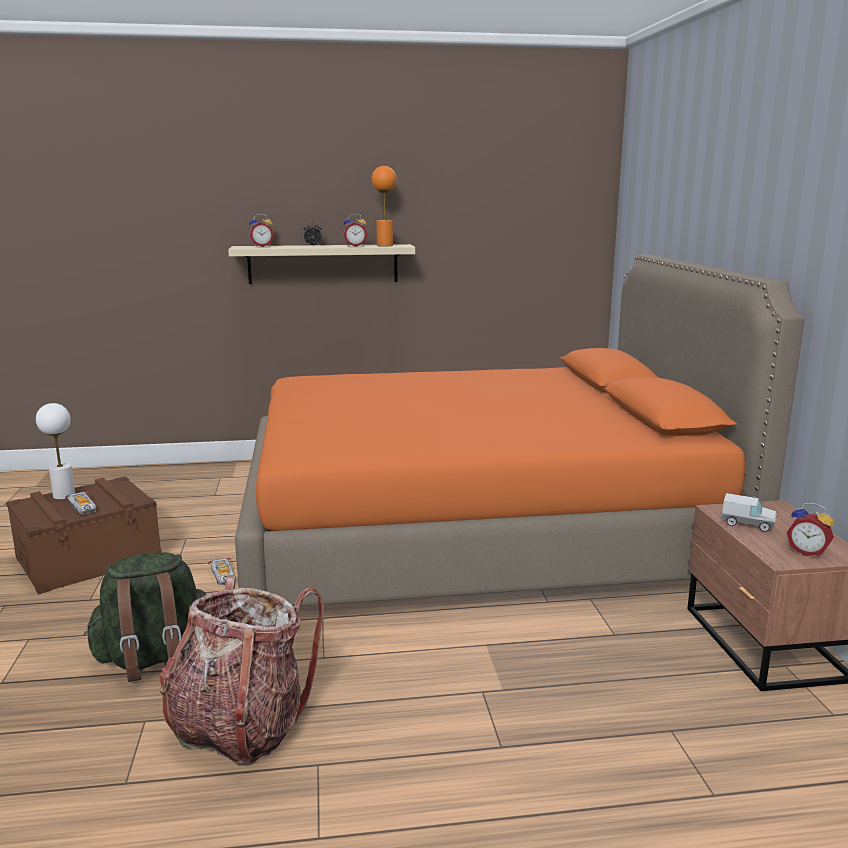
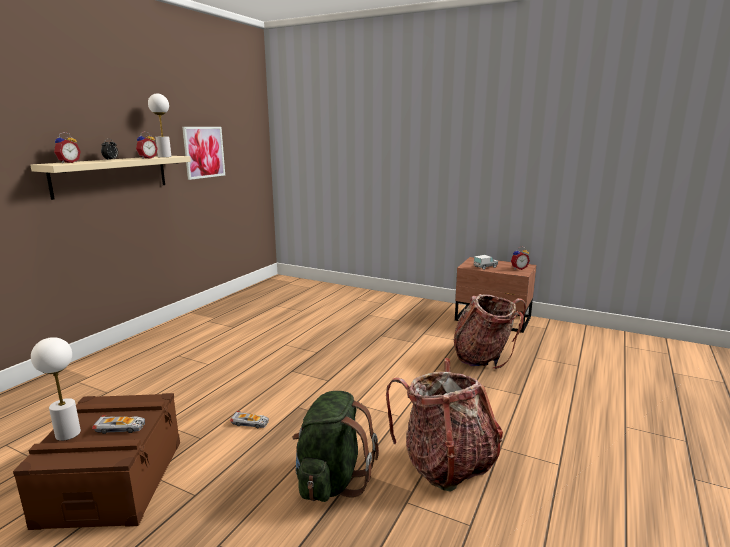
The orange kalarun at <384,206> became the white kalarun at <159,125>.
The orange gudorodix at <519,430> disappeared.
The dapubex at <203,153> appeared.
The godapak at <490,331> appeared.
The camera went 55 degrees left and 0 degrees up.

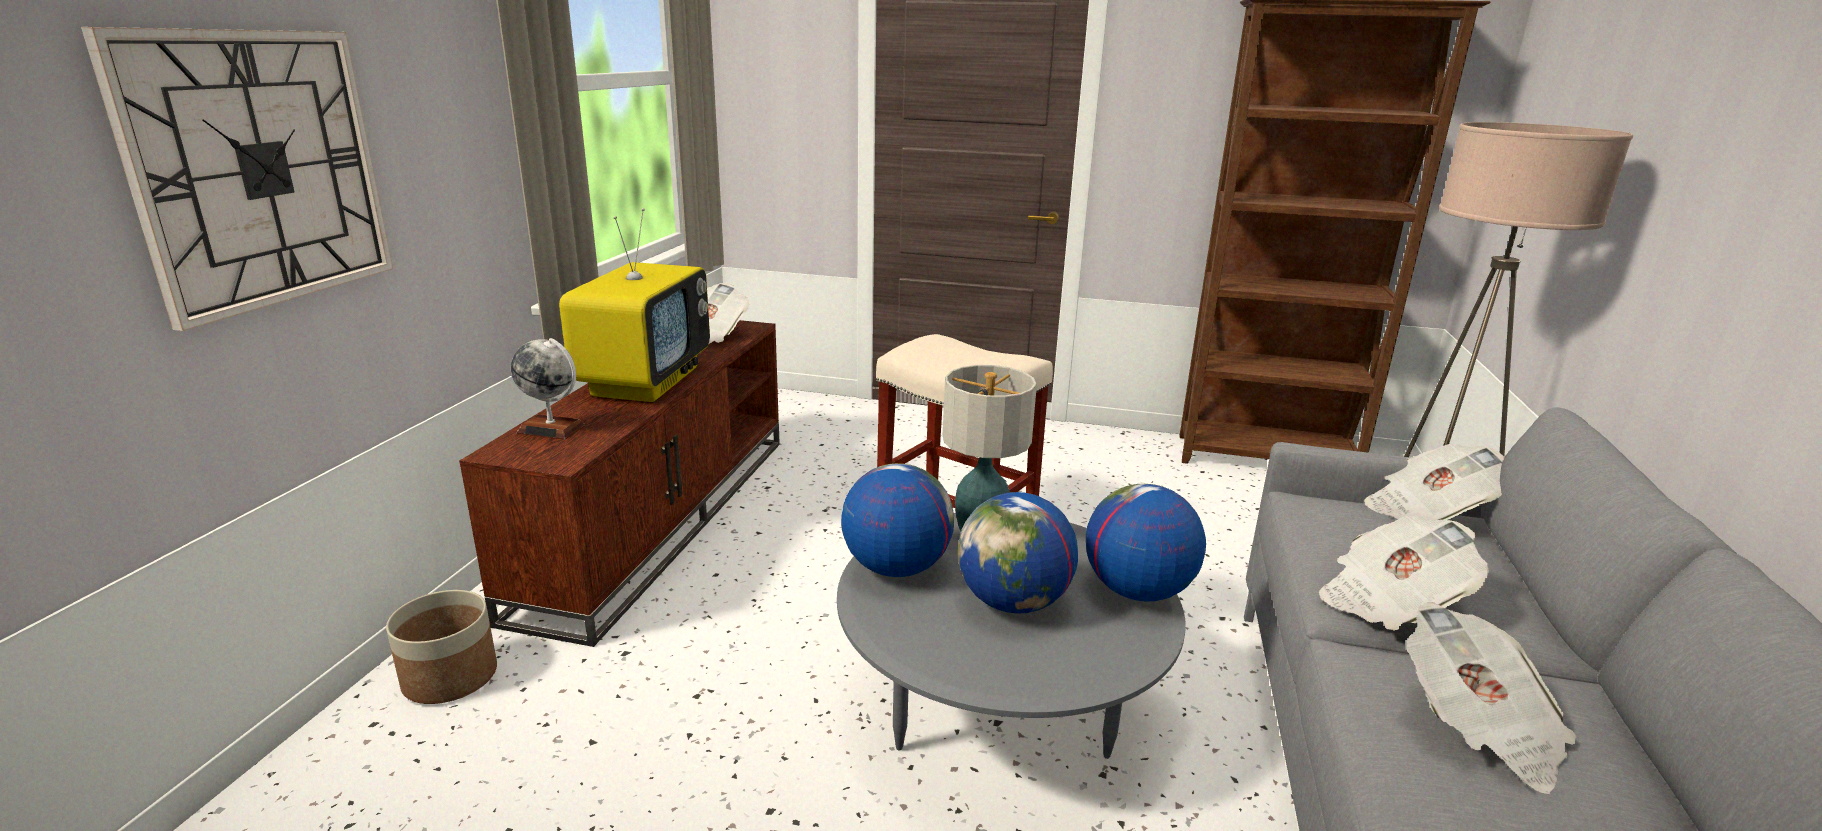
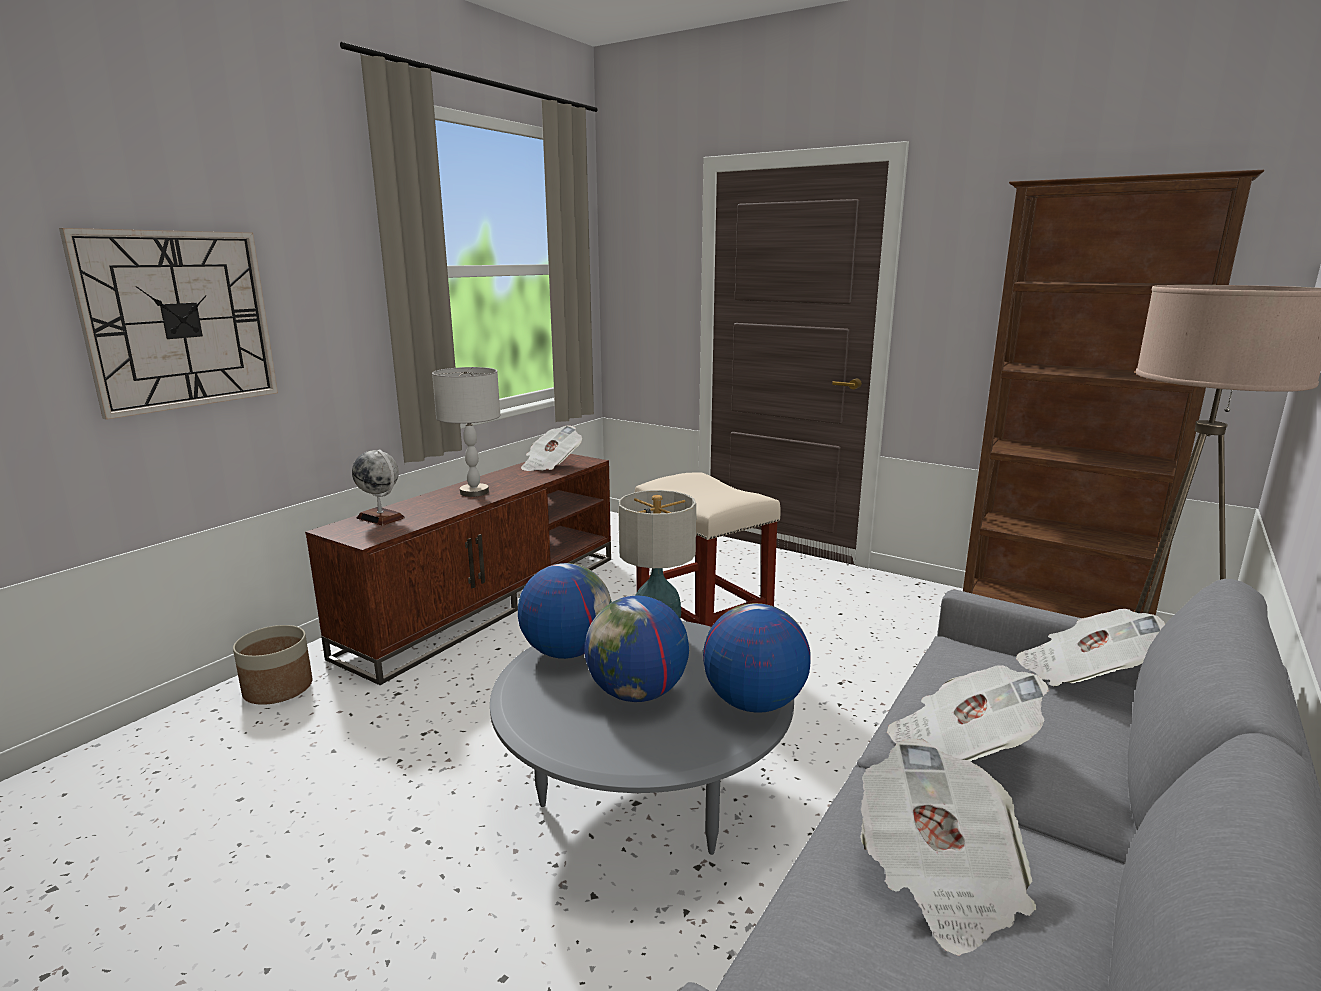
The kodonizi at <634,305> was replaced by the grey kalarun at <466,432>.
The camera went 20 degrees right and 5 degrees down.

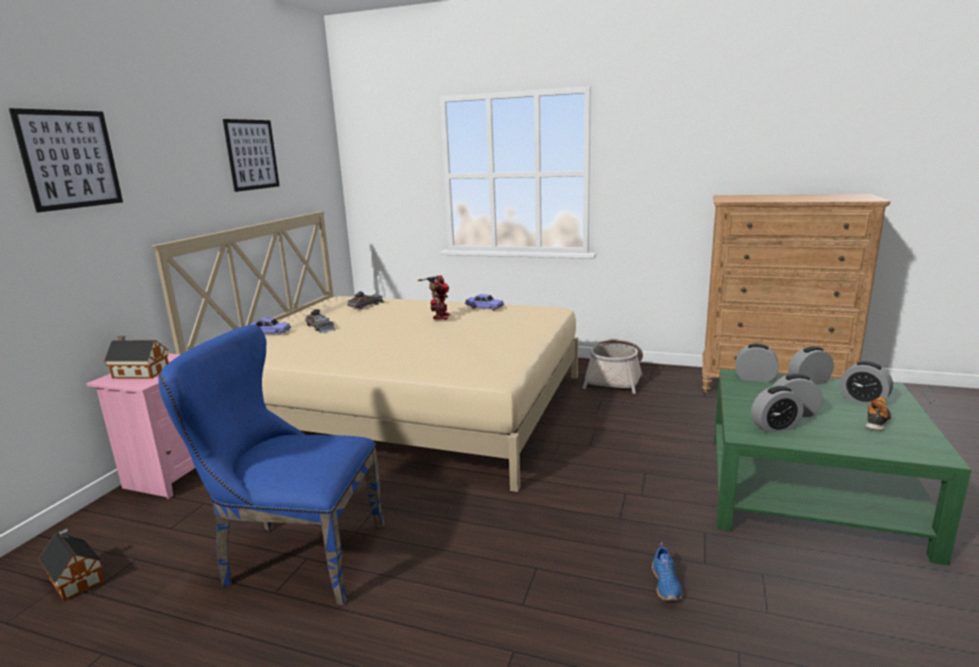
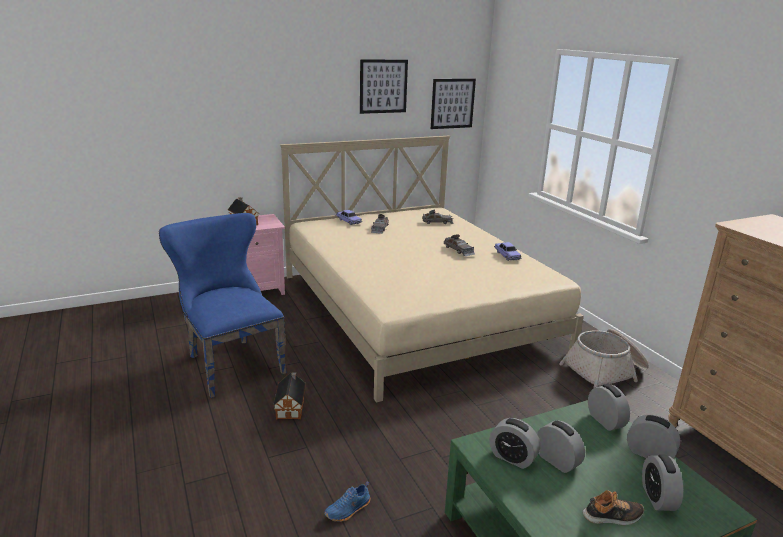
The dapubex moved from <66,160> to <453,104>.
The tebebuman at <434,297> was replaced by the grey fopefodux at <459,245>.
The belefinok moved from <71,565> to <289,395>.
The camera went 45 degrees right and 5 degrees up.

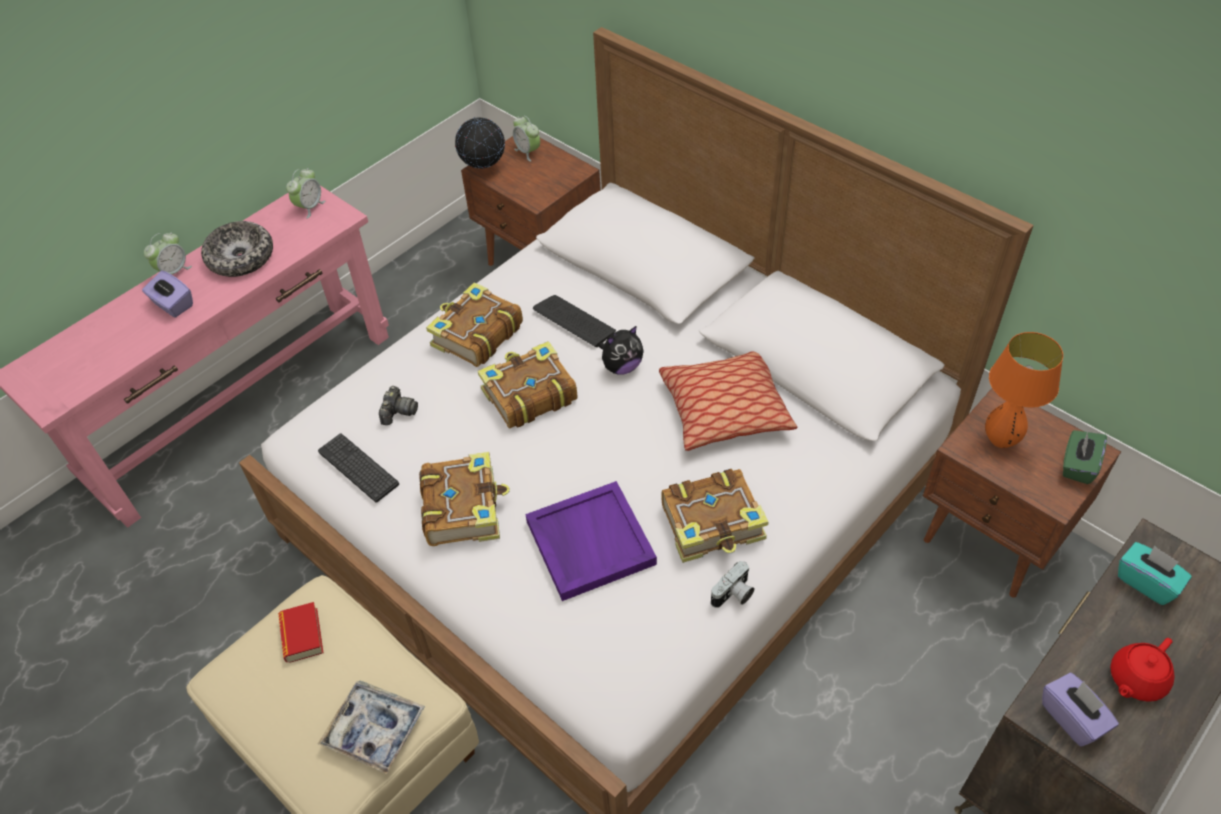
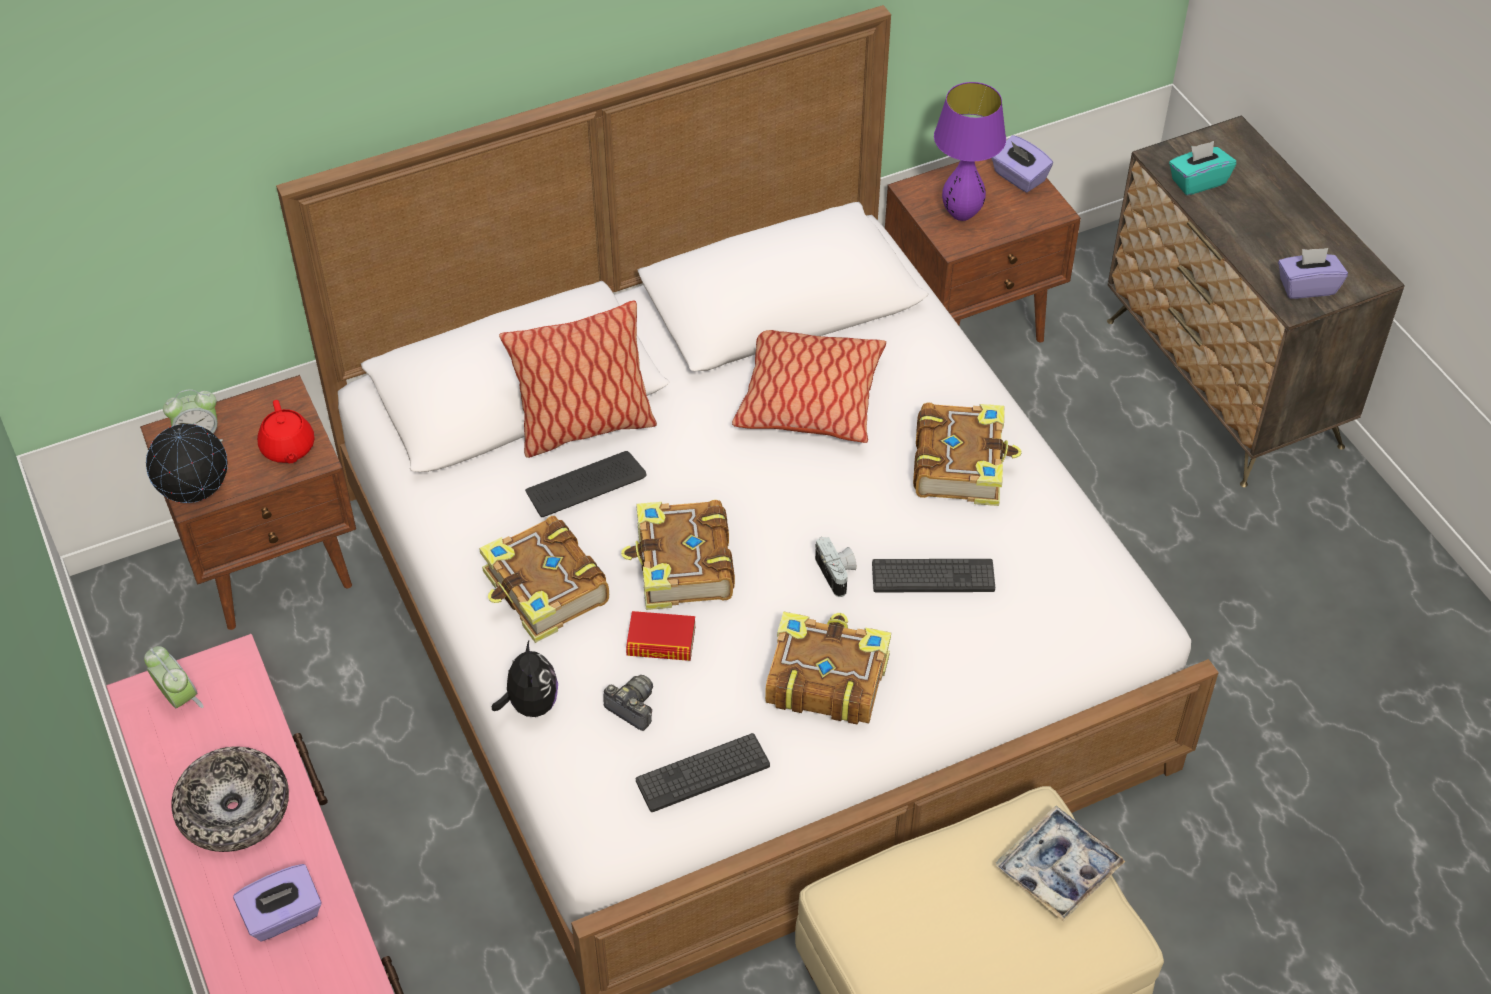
The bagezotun at <168,253> disappeared.
The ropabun moved from <621,350> to <525,679>.
The orange kalarun at <1024,390> became the purple kalarun at <970,151>.
The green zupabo at <1085,457> became the purple zupabo at <1022,164>.
The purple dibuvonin at <591,541> was replaced by the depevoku at <933,575>.
The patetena moved from <733,584> to <836,567>.
The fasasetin moved from <300,632> to <661,636>.
The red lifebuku moved from <1142,670> to <285,431>.
The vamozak at <578,379> appeared.
The camera went 70 degrees left and 0 degrees up.

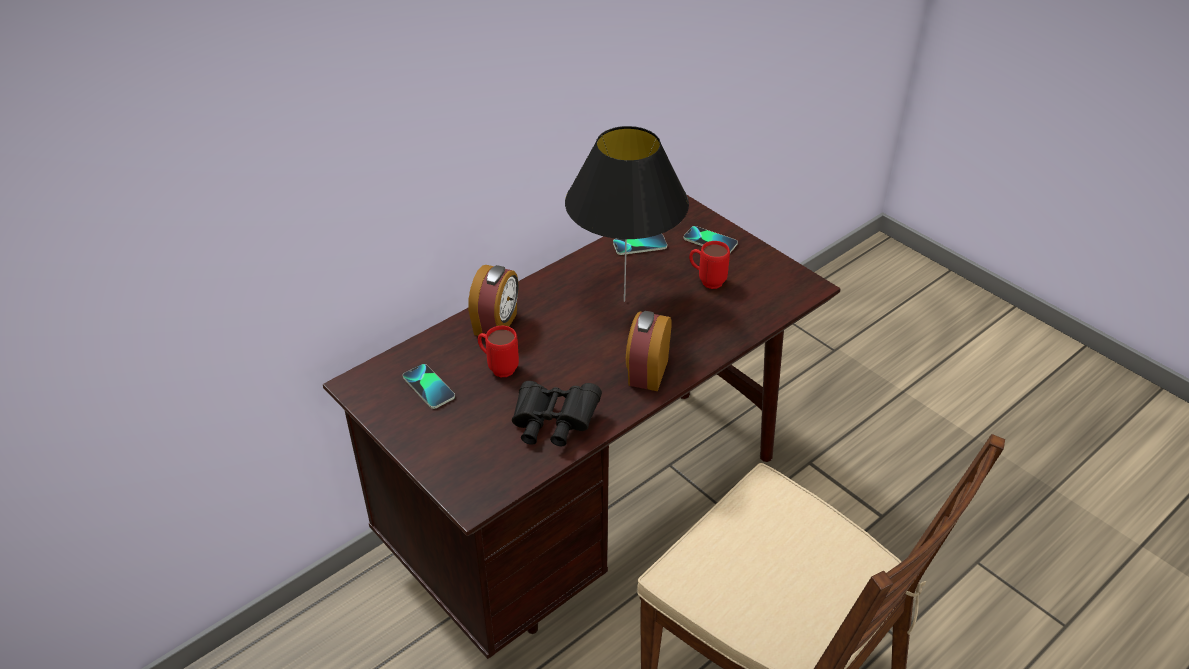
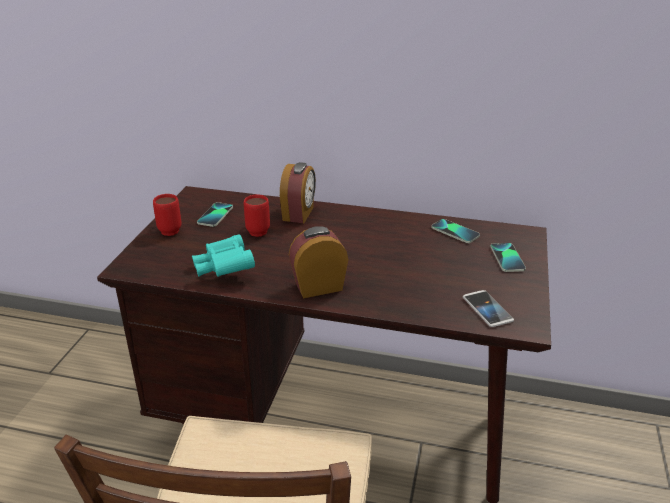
The black kalarun at <627,214> disappeared.
The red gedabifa moved from <709,265> to <167,215>.
The bagezotun at <493,300> turned 60 degrees counterclockwise.
The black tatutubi at <557,413> became the turquoise tatutubi at <223,255>.
The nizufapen at <488,308> appeared.
The camera went 55 degrees right and 10 degrees down.

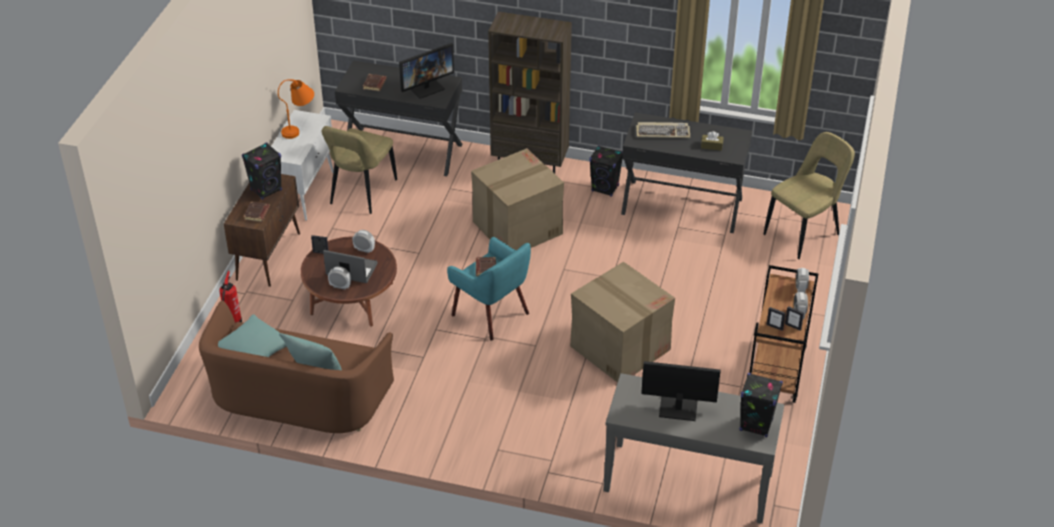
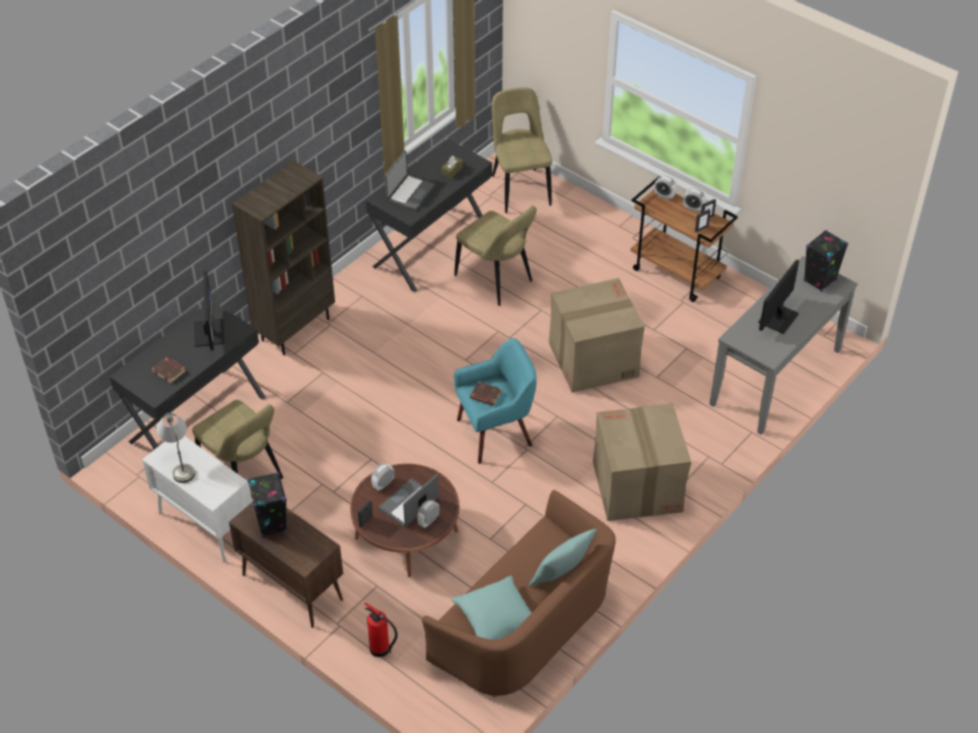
The orange kalarun at <296,109> became the grey kalarun at <175,448>.
The depevoku at <663,130> was replaced by the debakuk at <410,180>.
The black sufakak at <606,171> disappeared.
The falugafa moved from <517,199> to <642,462>.
The brown fasasetin at <257,212> disappeared.
The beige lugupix at <495,256> appeared.
The camera went 65 degrees left and 5 degrees up.

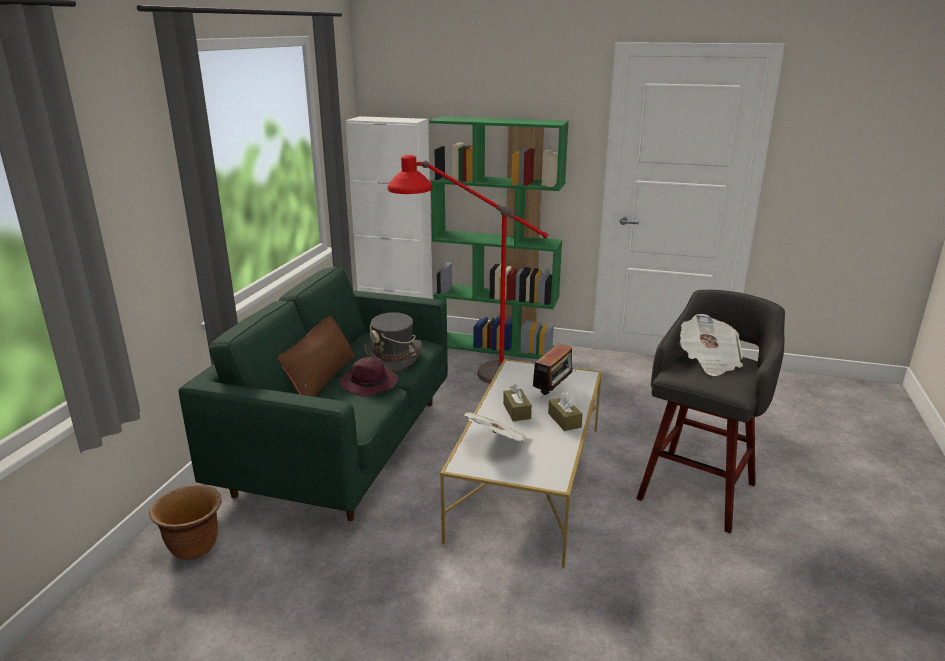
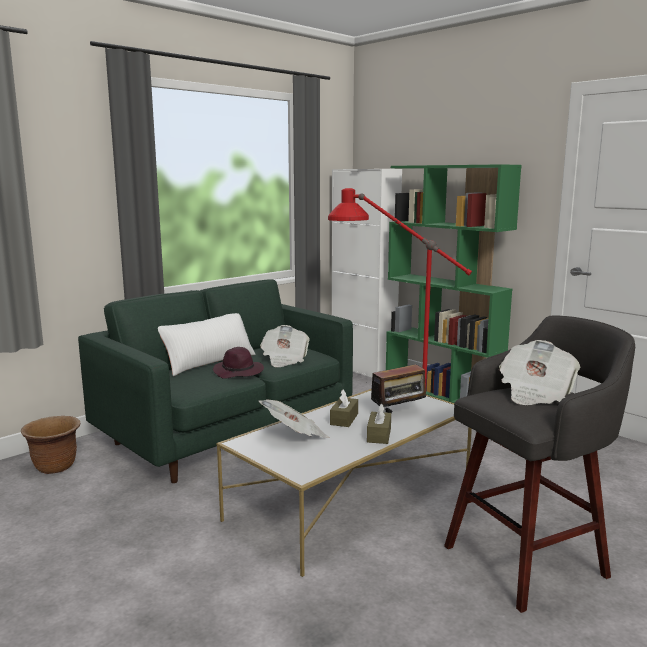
The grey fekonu at <393,341> was replaced by the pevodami at <285,346>.
The brown vamozak at <317,356> became the white vamozak at <206,344>.
The camera went 30 degrees right and 10 degrees down.

